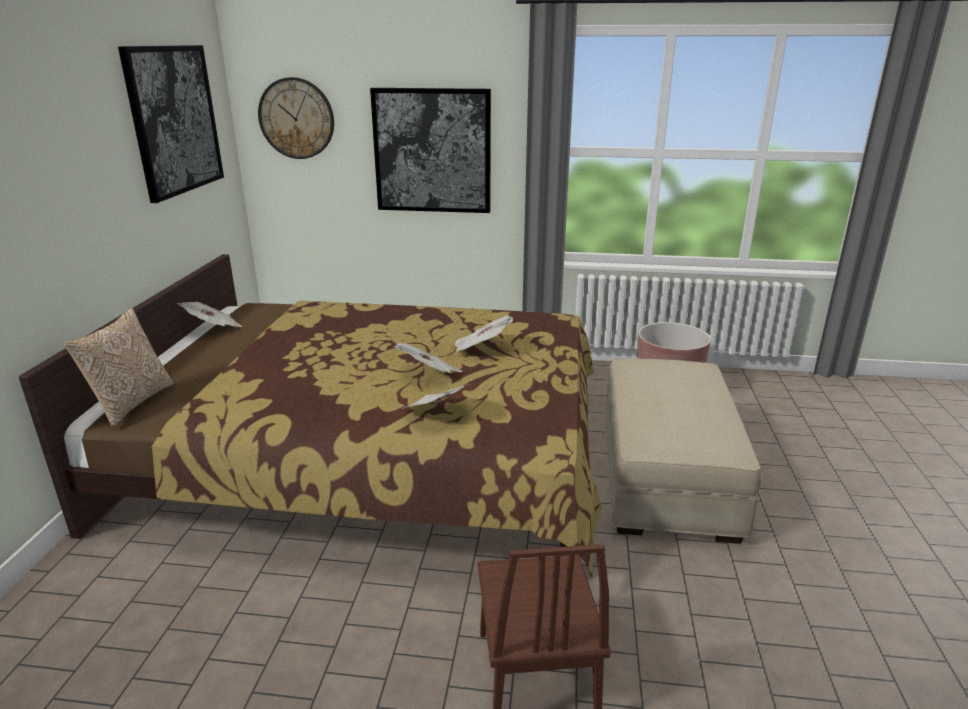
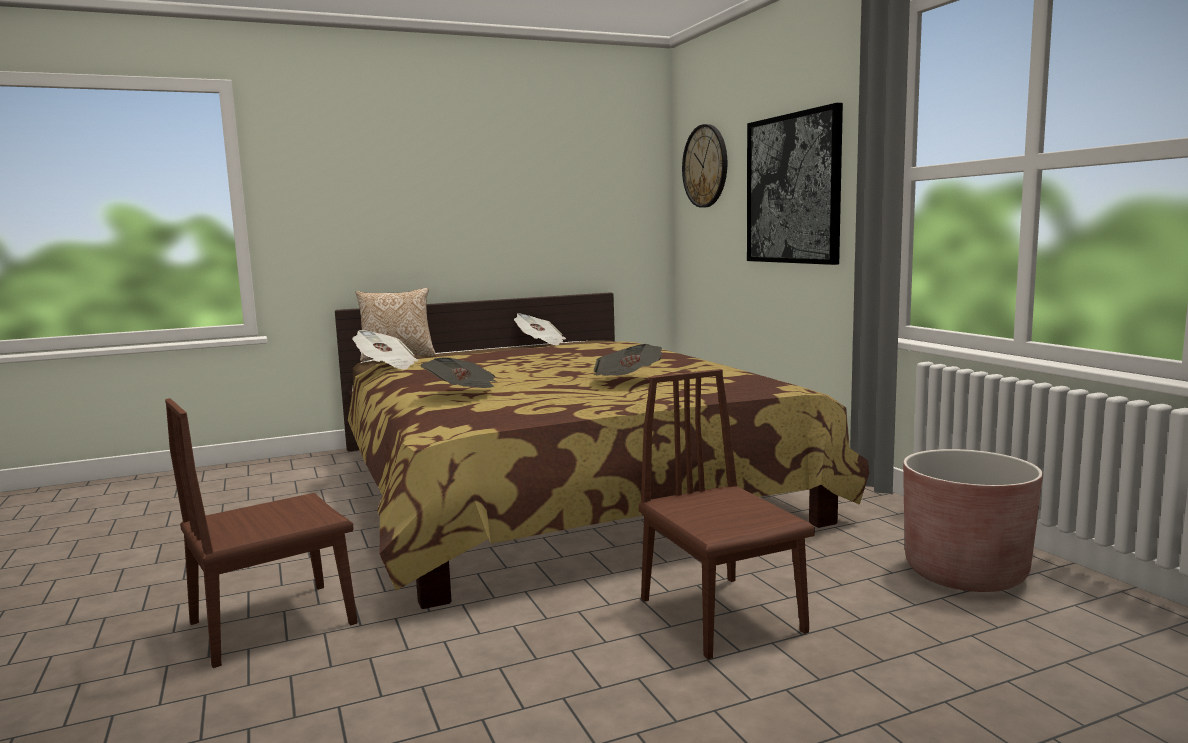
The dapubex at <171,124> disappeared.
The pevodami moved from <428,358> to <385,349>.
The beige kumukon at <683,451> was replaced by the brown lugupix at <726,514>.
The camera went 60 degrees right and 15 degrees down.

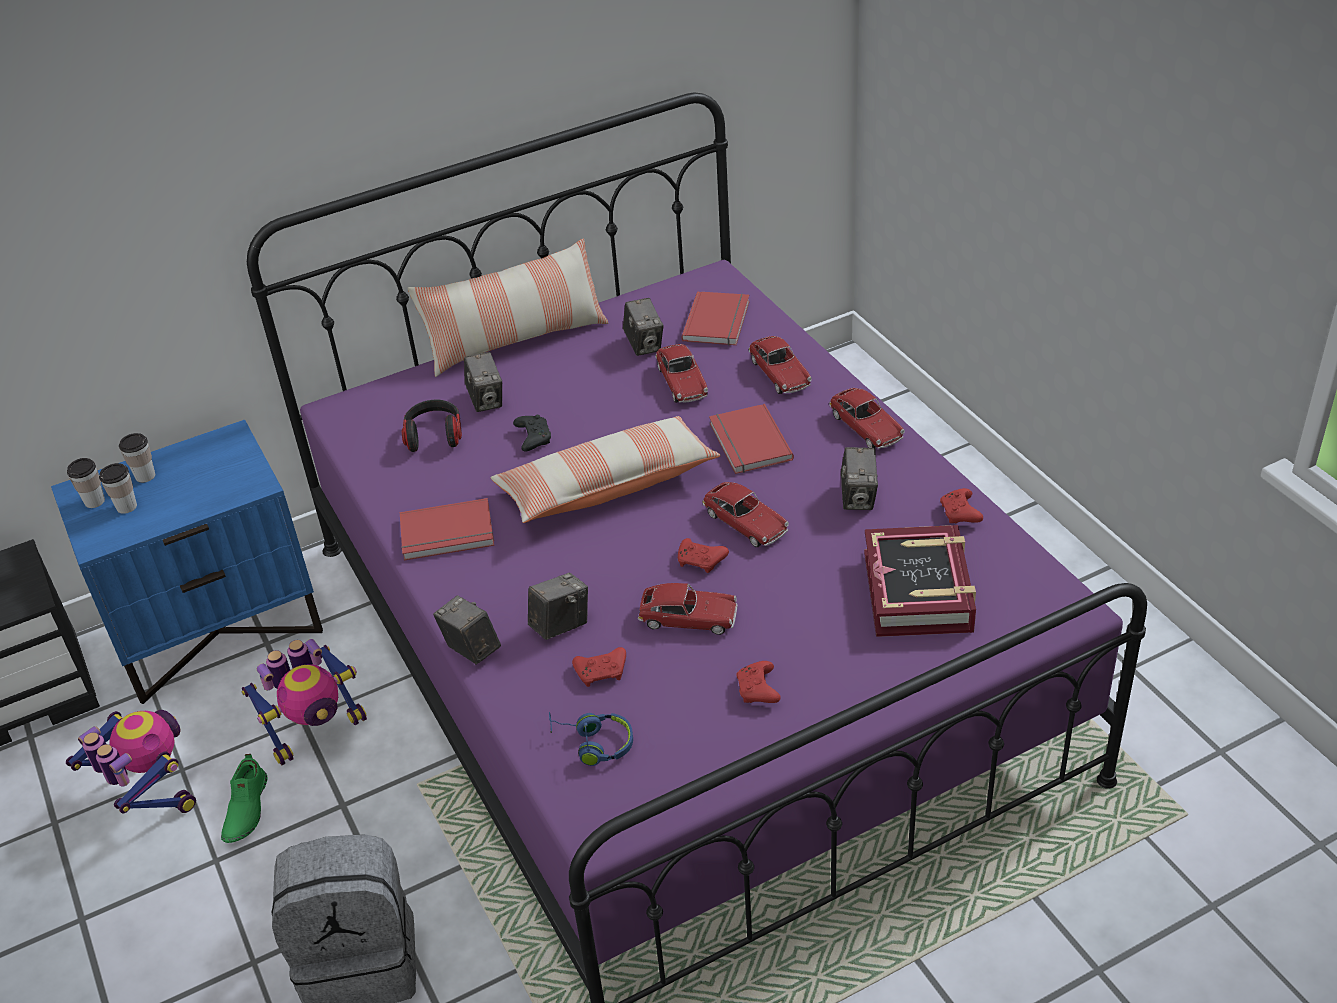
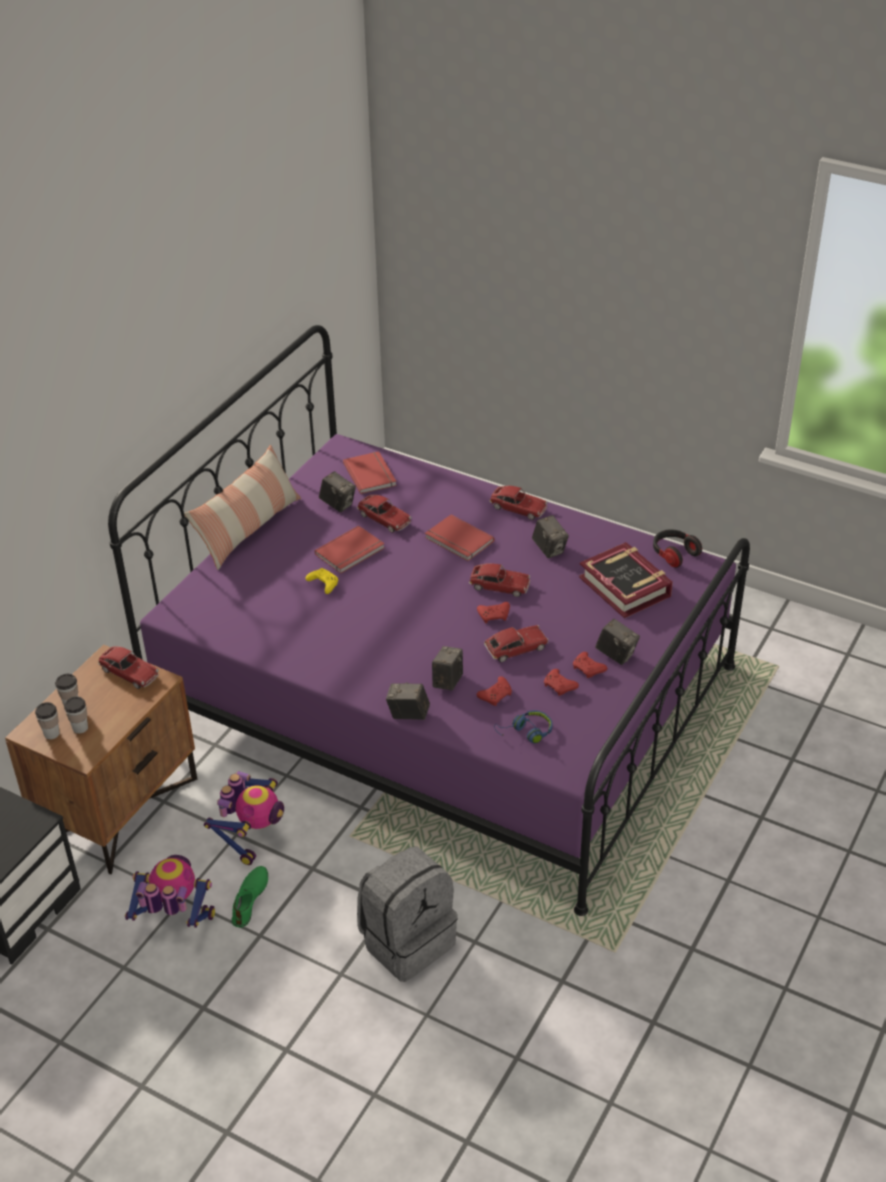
The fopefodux moved from <780,365> to <128,667>.
The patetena moved from <483,382> to <617,642>.
The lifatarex moved from <432,426> to <677,548>.
The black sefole at <532,433> became the yellow sefole at <322,581>.
The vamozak at <606,469> disappeared.
The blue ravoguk at <187,562> became the brown ravoguk at <101,759>.
The red sefole moved from <961,505> to <561,682>.
The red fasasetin moved from <447,529> to <350,549>.
The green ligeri at <244,798> turned 135 degrees counterclockwise.
The camera went 35 degrees left and 0 degrees up.

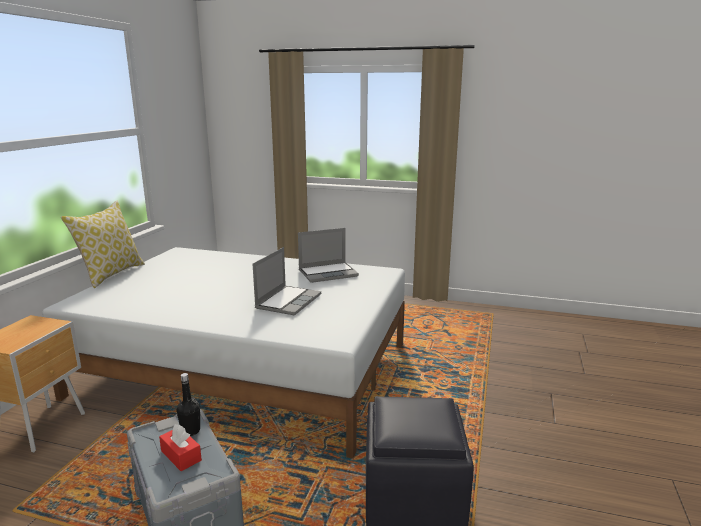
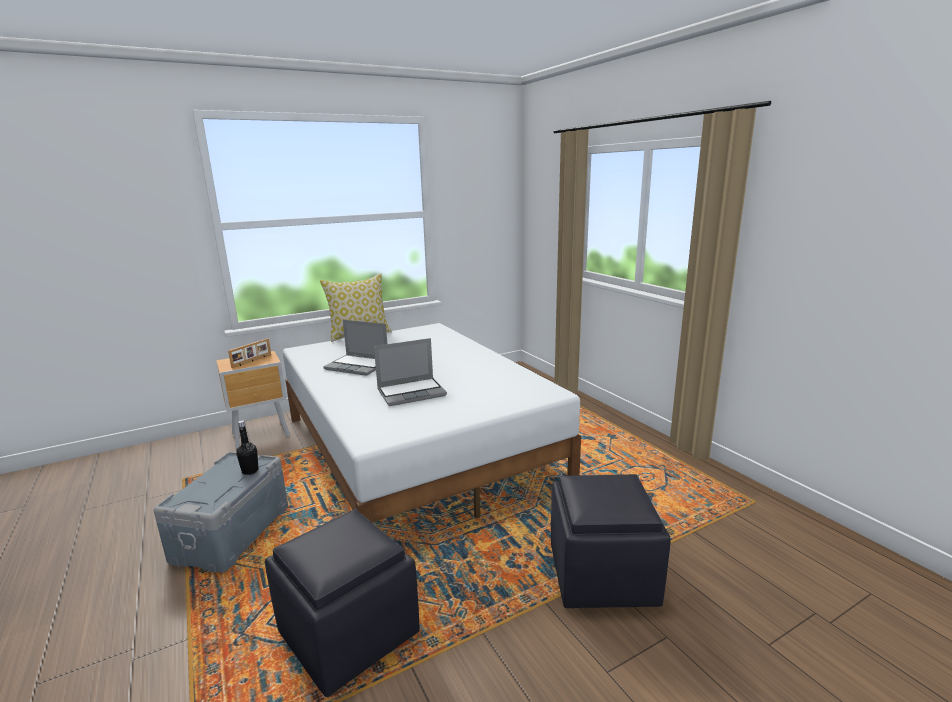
The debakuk moved from <328,255> to <355,348>.
The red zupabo at <180,447> disappeared.
The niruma at <249,353> appeared.
The black kumukon at <611,541> appeared.
The camera went 45 degrees right and 0 degrees up.

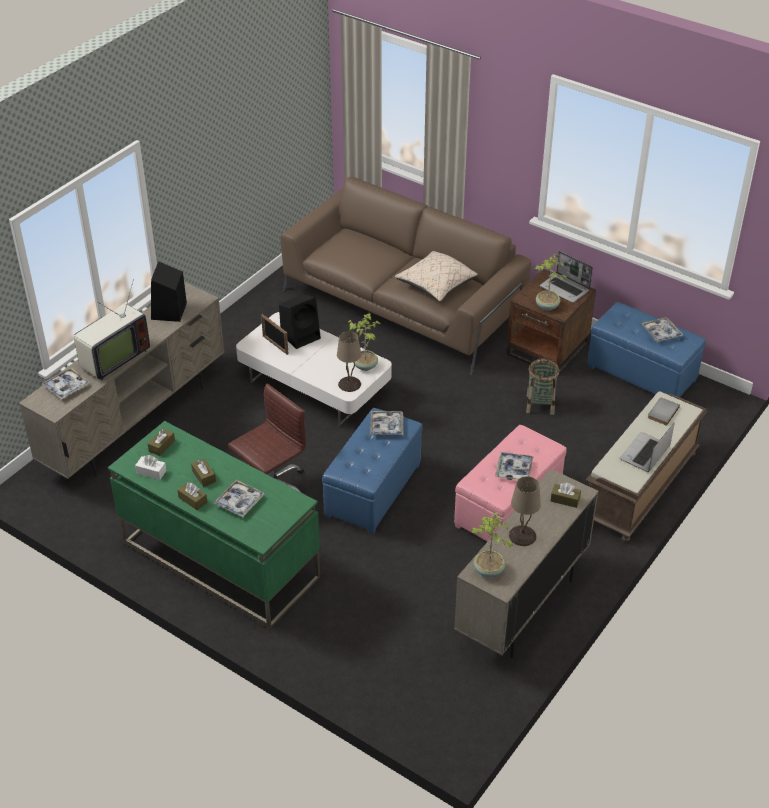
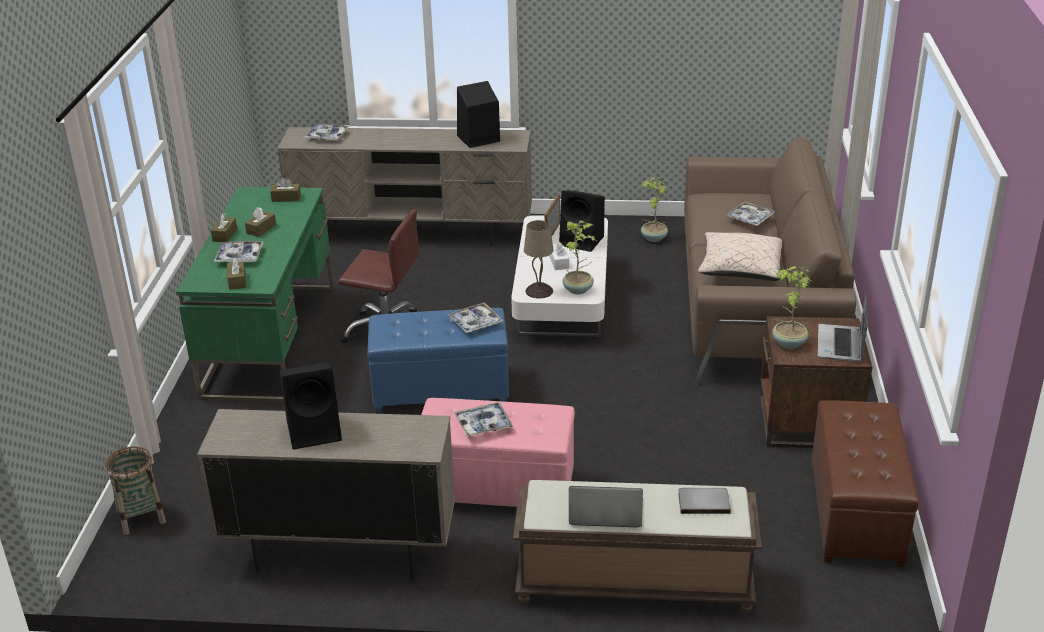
The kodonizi at <112,329> disappeared.
The blue kumukon at <646,349> became the brown kumukon at <865,483>.
The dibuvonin moved from <662,329> to <750,214>.
The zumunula moved from <542,387> to <135,490>.
The white zupabo moved from <151,467> to <559,256>.
The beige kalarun at <525,511> was replaced by the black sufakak at <311,405>.
The brown zupabo moved from <566,495> to <236,273>.
The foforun moved from <492,545> to <655,210>.
The camera went 60 degrees right and 10 degrees down.

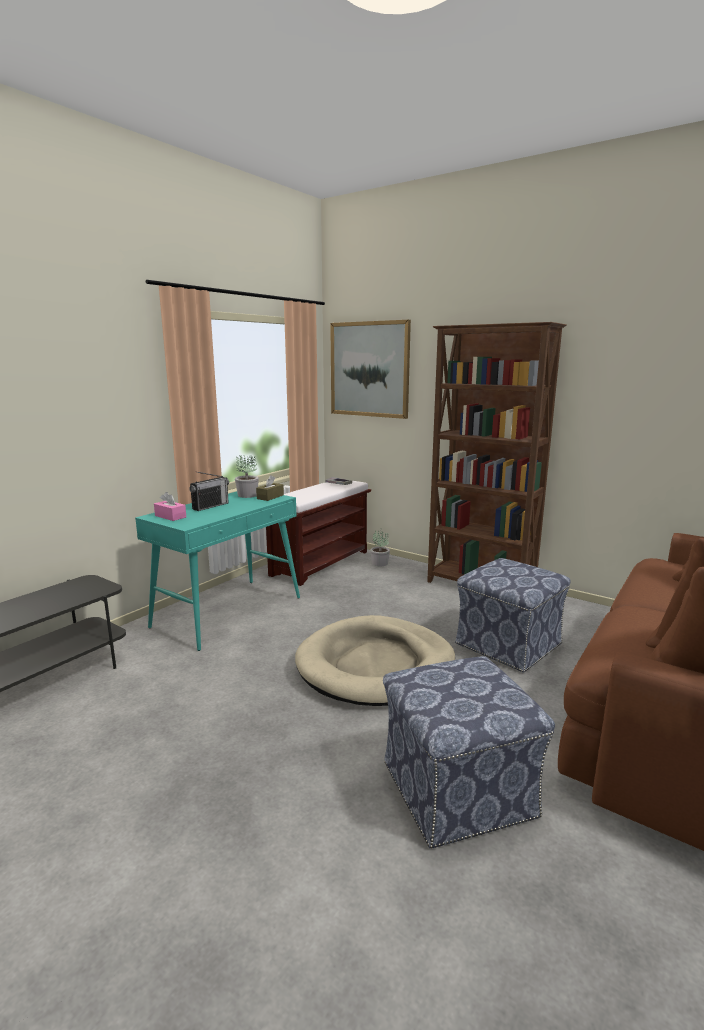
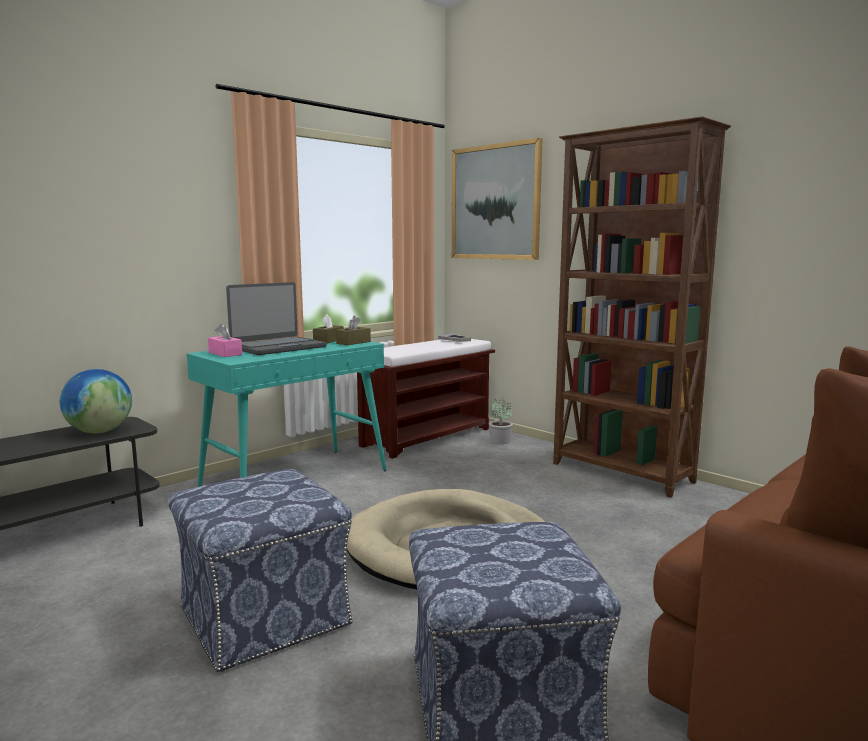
The foforun at <247,476> was replaced by the brown zupabo at <328,328>.
The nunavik at <209,491> was replaced by the debakuk at <276,318>.
The kumukon moved from <513,615> to <260,570>.
The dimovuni at <96,401> appeared.
The camera went 10 degrees right and 5 degrees down.

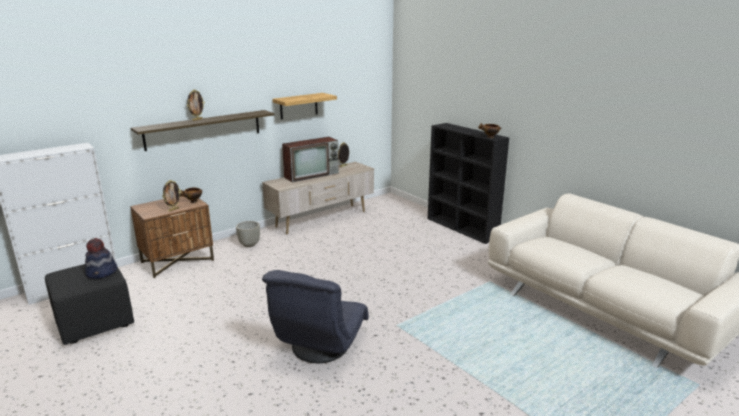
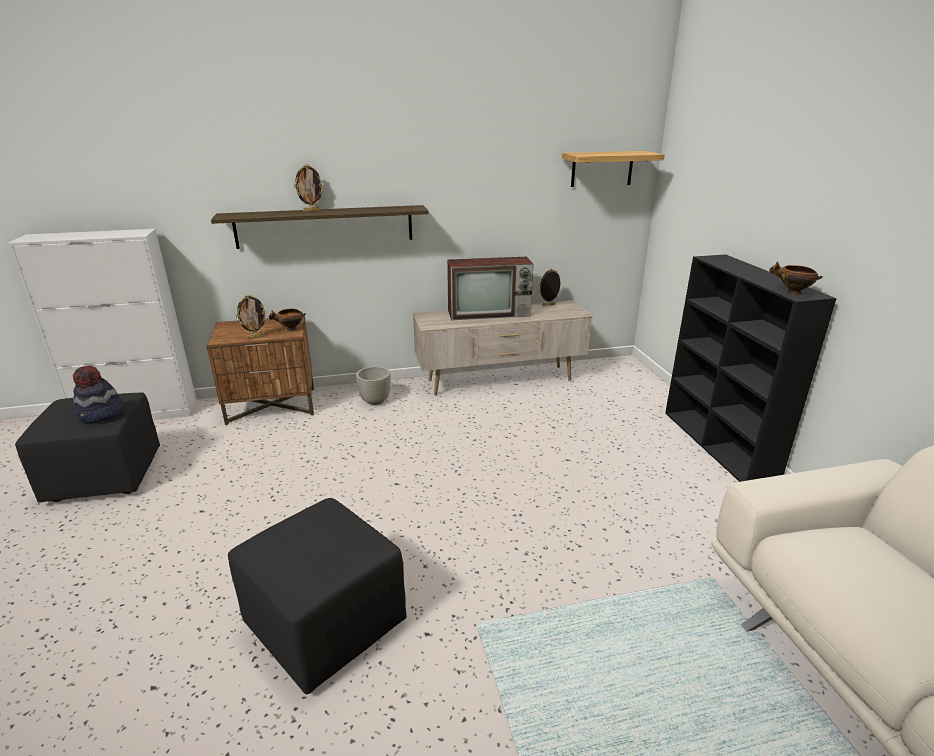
The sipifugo moved from <304,106> to <613,169>.
The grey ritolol at <315,316> was replaced by the black kumukon at <317,596>.
The camera went 25 degrees right and 5 degrees up.

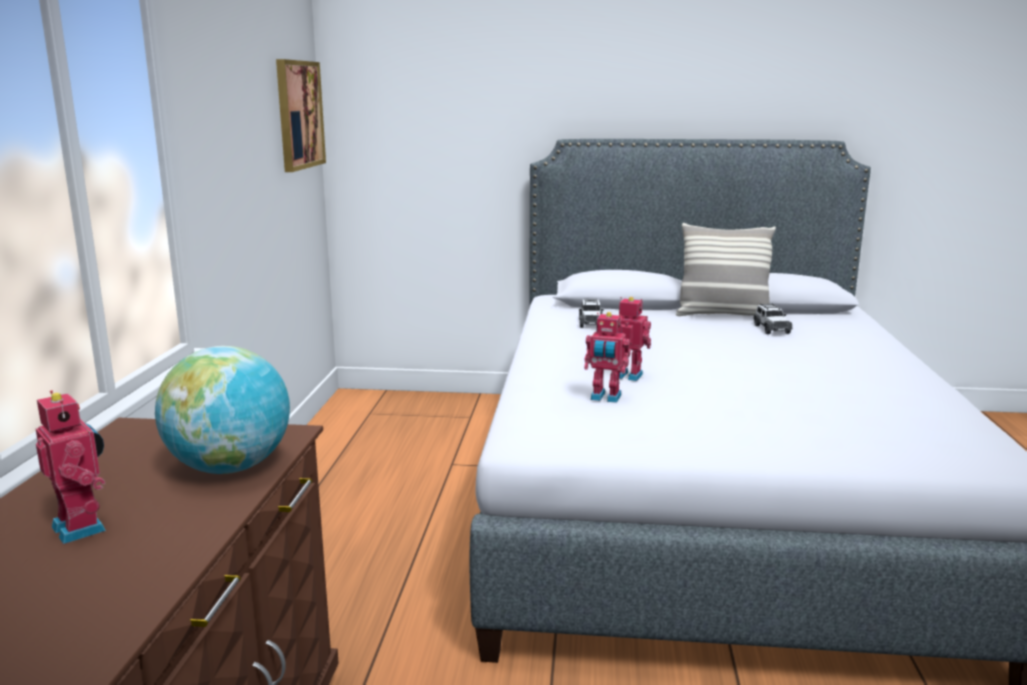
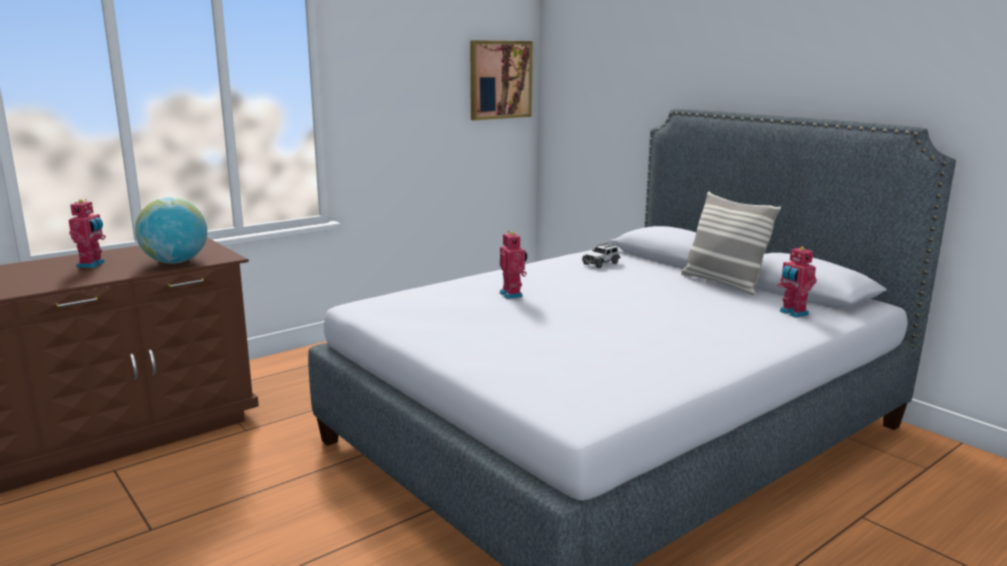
The fopefodux at <773,318> disappeared.
The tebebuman moved from <607,357> to <797,282>.
The camera went 45 degrees right and 0 degrees up.

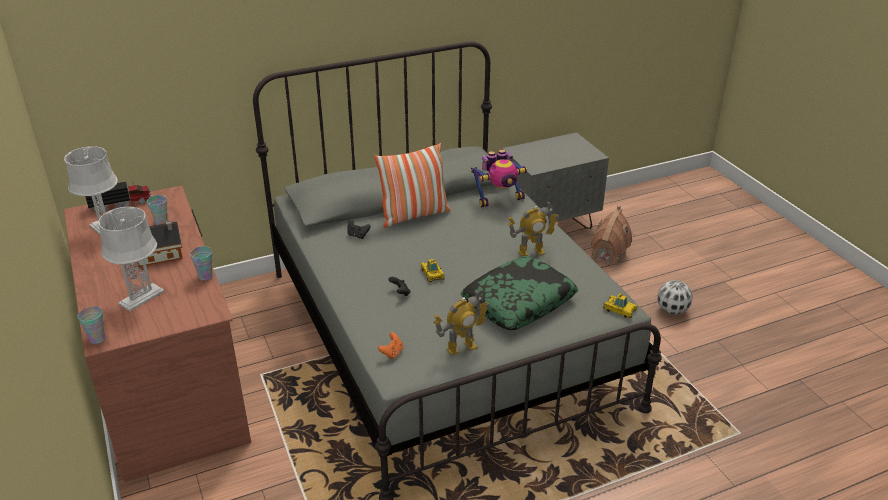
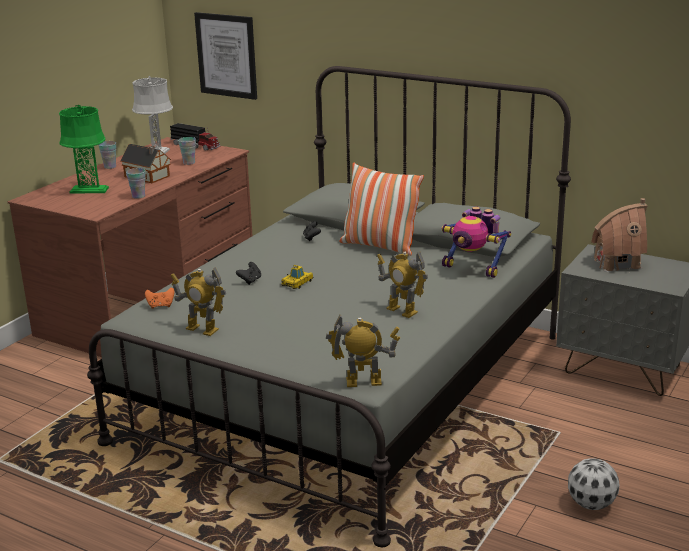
The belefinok moved from <611,235> to <619,235>.
The grey kalarun at <131,259> became the green kalarun at <84,149>.
The vamozak at <519,293> disappeared.
The fopefodux at <620,305> was replaced by the tebebuman at <363,351>.
The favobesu moved from <91,325> to <107,155>.
The dapubex at <225,56> appeared.
The camera went 55 degrees right and 10 degrees down.

